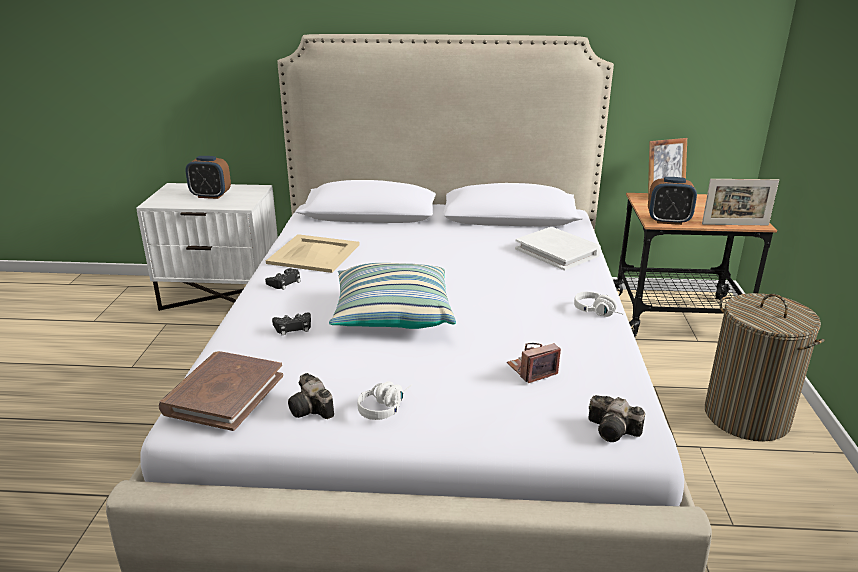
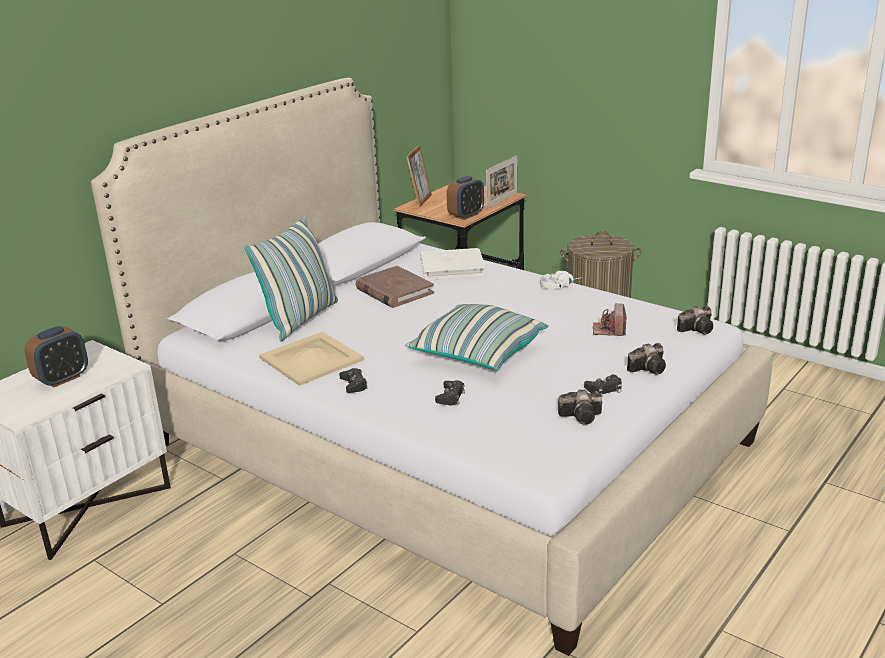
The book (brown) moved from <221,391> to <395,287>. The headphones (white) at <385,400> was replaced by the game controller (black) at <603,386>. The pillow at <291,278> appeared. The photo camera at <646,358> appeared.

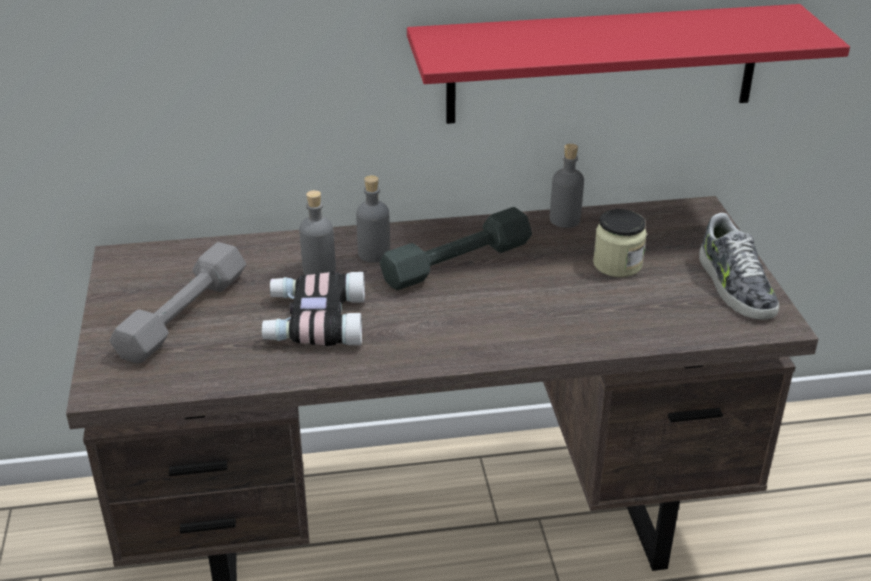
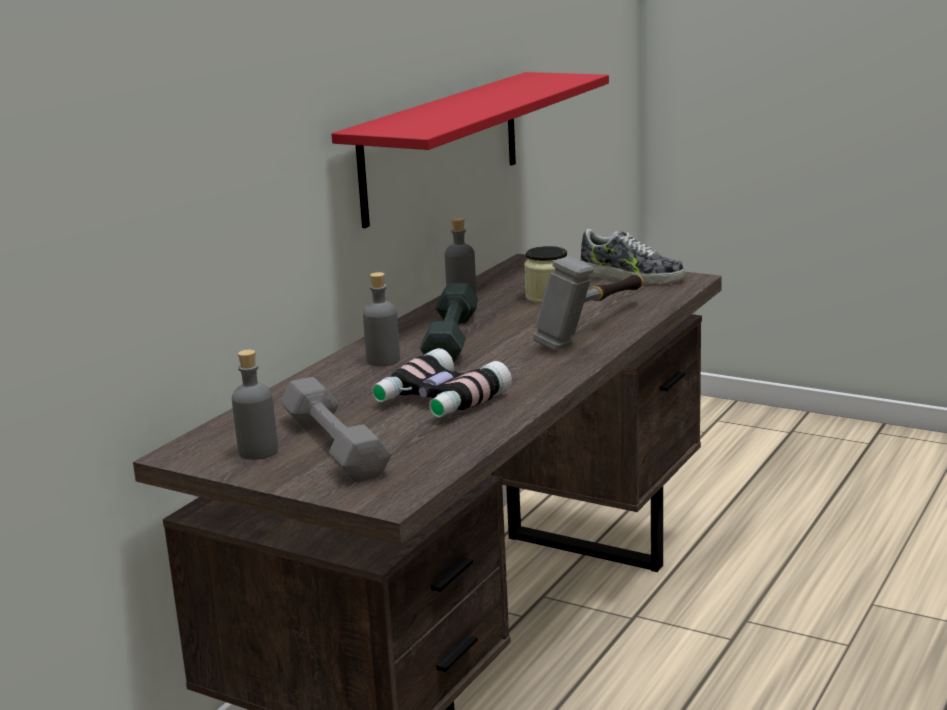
The bottle (grey) moved from <317,232> to <255,405>. The hammer at <588,303> appeared.

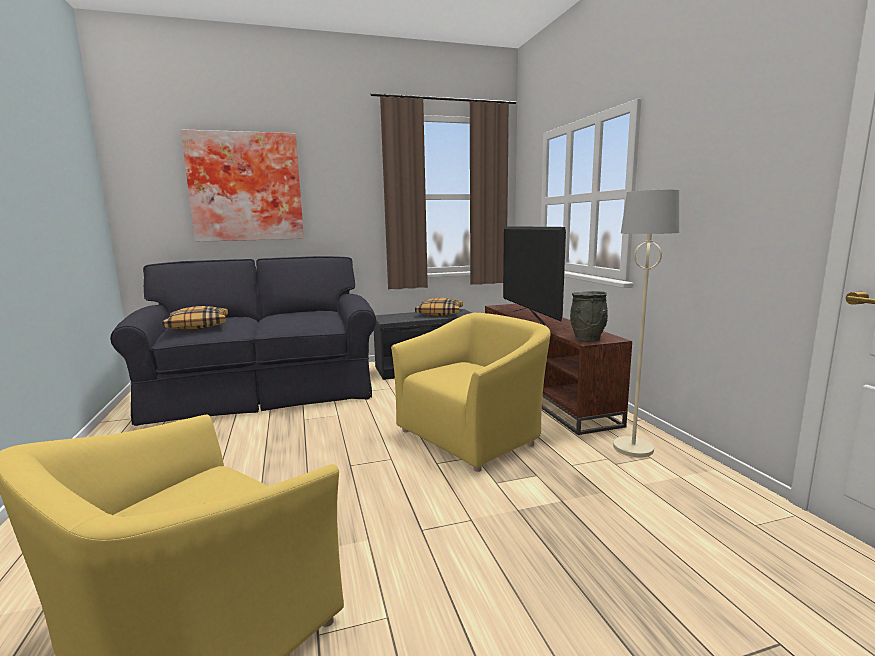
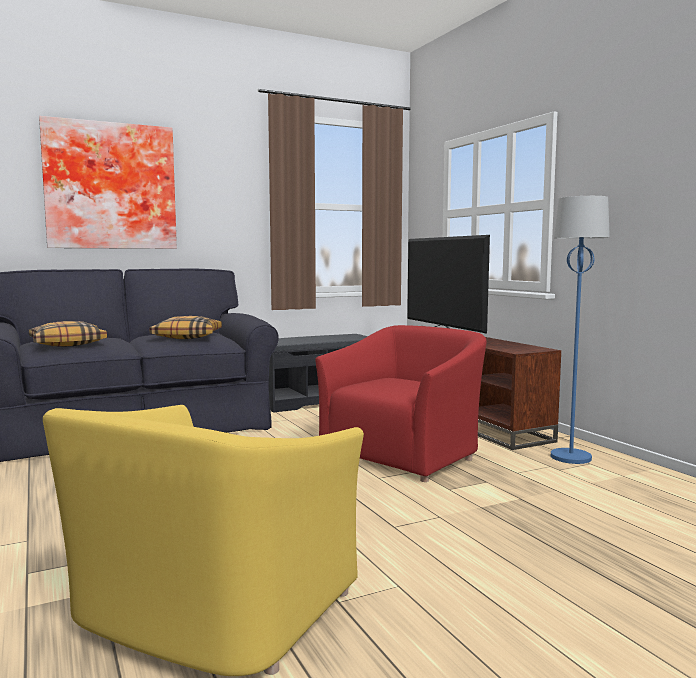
The armchair (yellow) at <471,392> became the armchair (red) at <401,403>. The pillow moved from <439,307> to <185,327>. The vase (grey) at <589,316> disappeared. The floor lamp (beige) at <646,323> became the floor lamp (blue) at <580,330>.

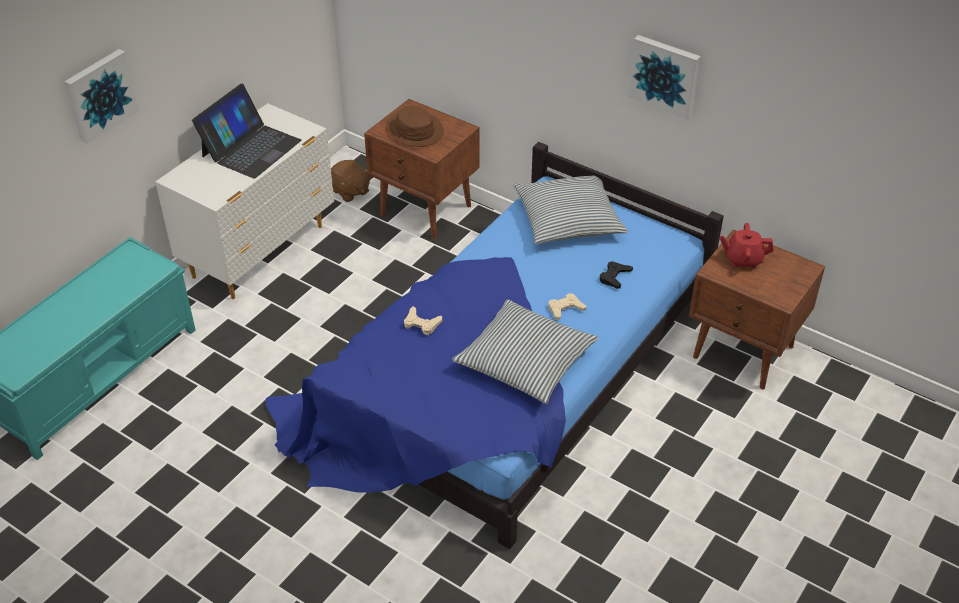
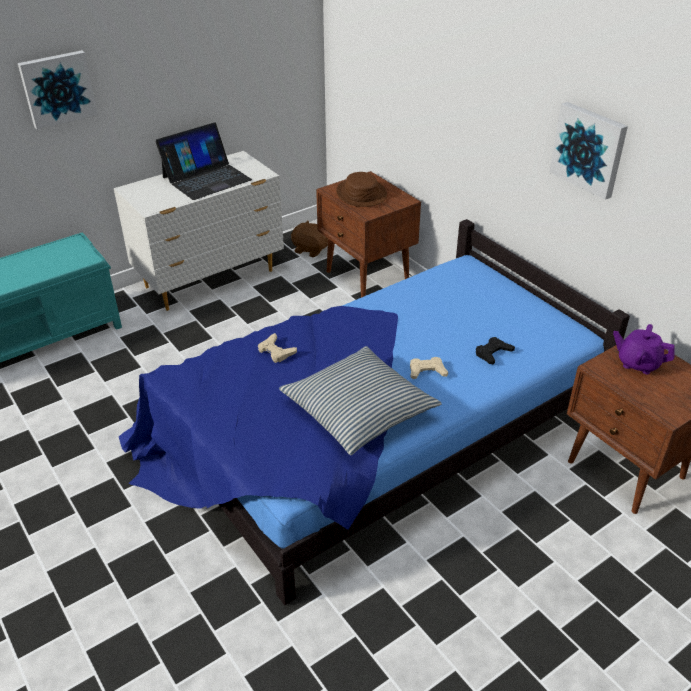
The plush toy (brown) at <350,181> turned 135 degrees clockwise. The pillow at <570,210> disappeared. The teapot (red) at <746,245> became the teapot (purple) at <644,349>.

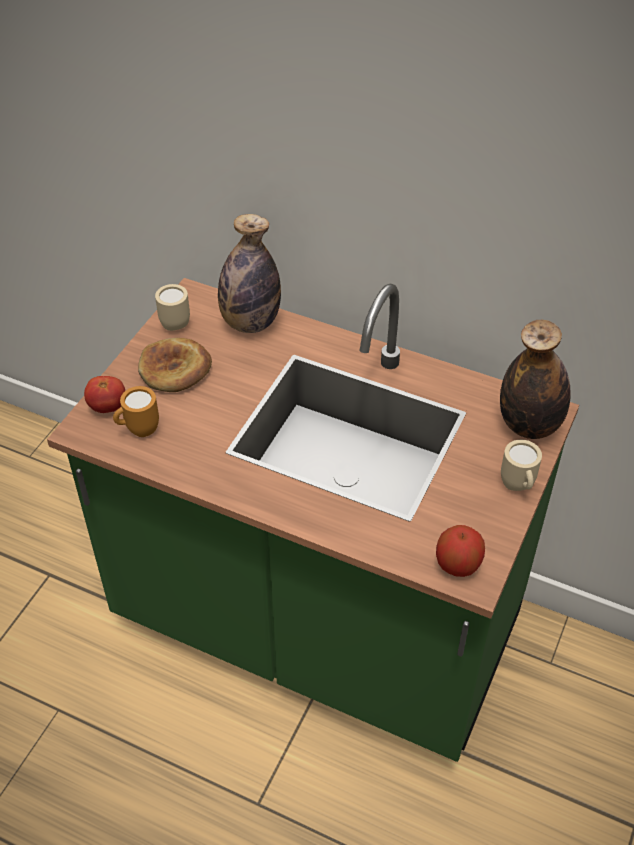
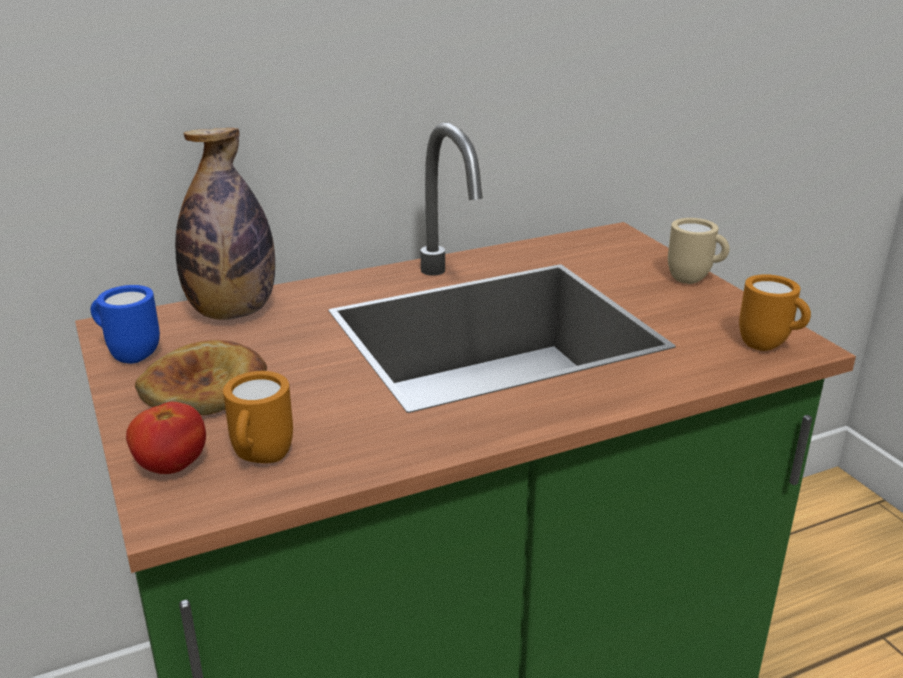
The mug (beige) at <172,307> became the mug (blue) at <125,324>. The apple at <460,551> was replaced by the mug (orange) at <775,312>. The bottle at <535,379> disappeared.

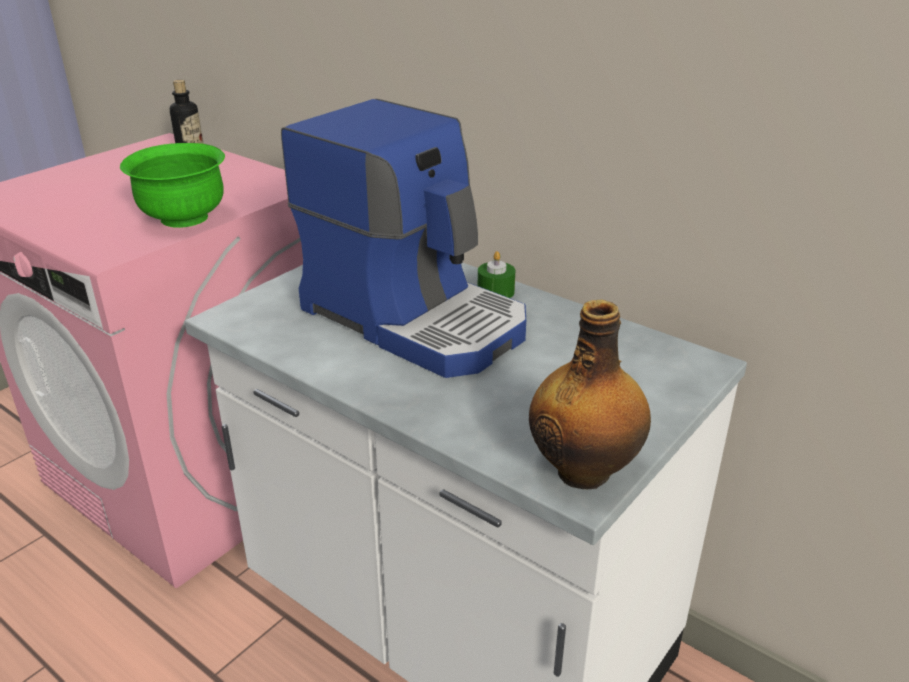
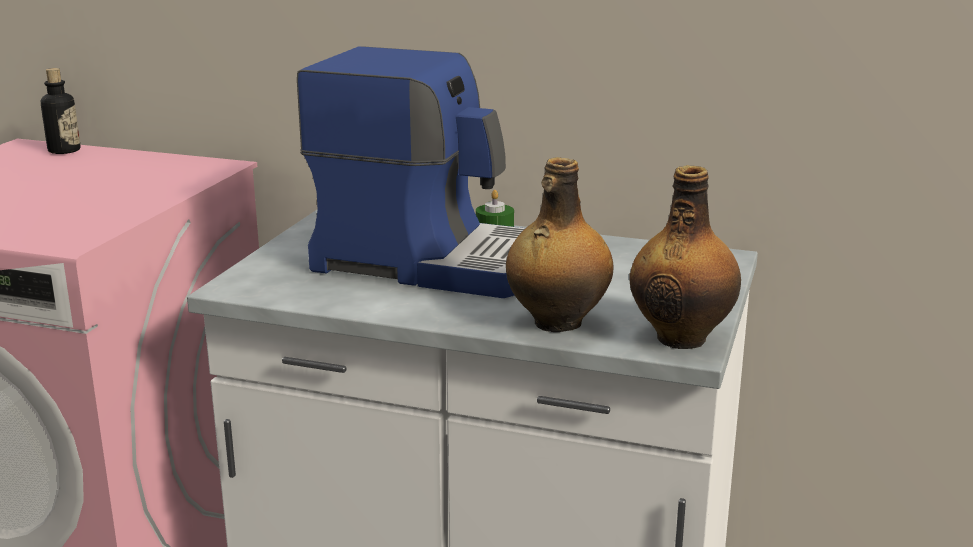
The bowl (green) at <172,185> disappeared. The bottle at <559,244> appeared.

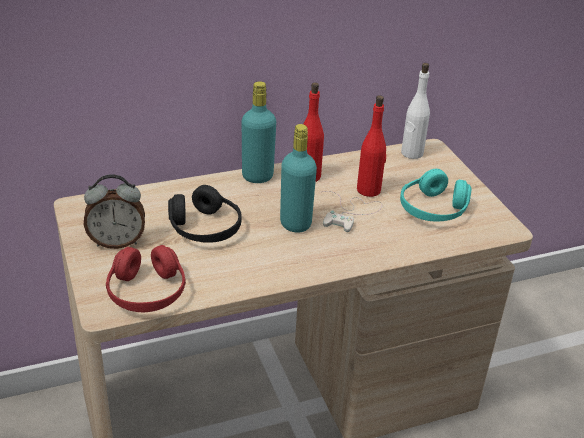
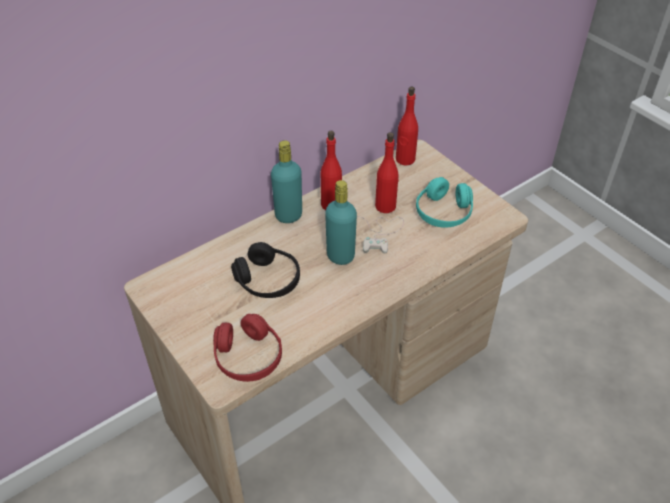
The alarm clock at <114,211> disappeared. The bottle (white) at <415,111> became the bottle (red) at <407,126>.

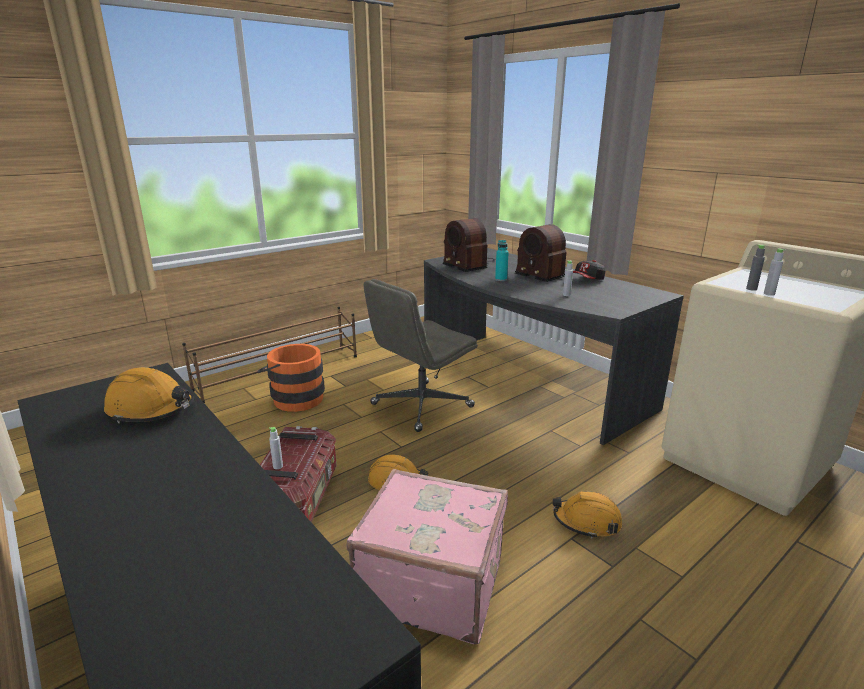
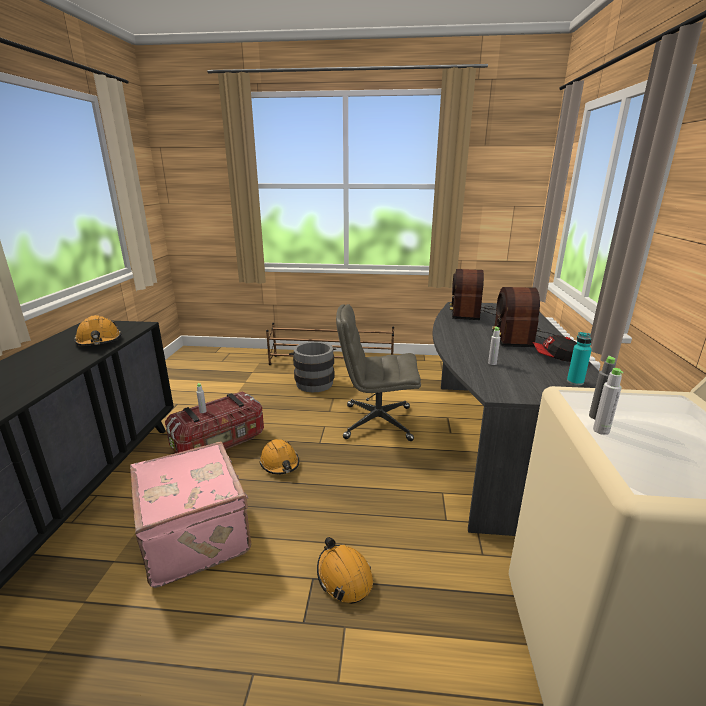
The bucket (orange) at <291,378> became the bucket (grey) at <312,367>. The bottle (turquoise) moved from <502,260> to <579,358>.

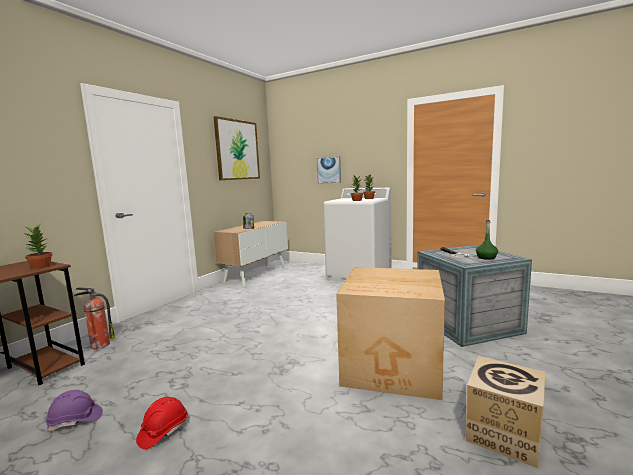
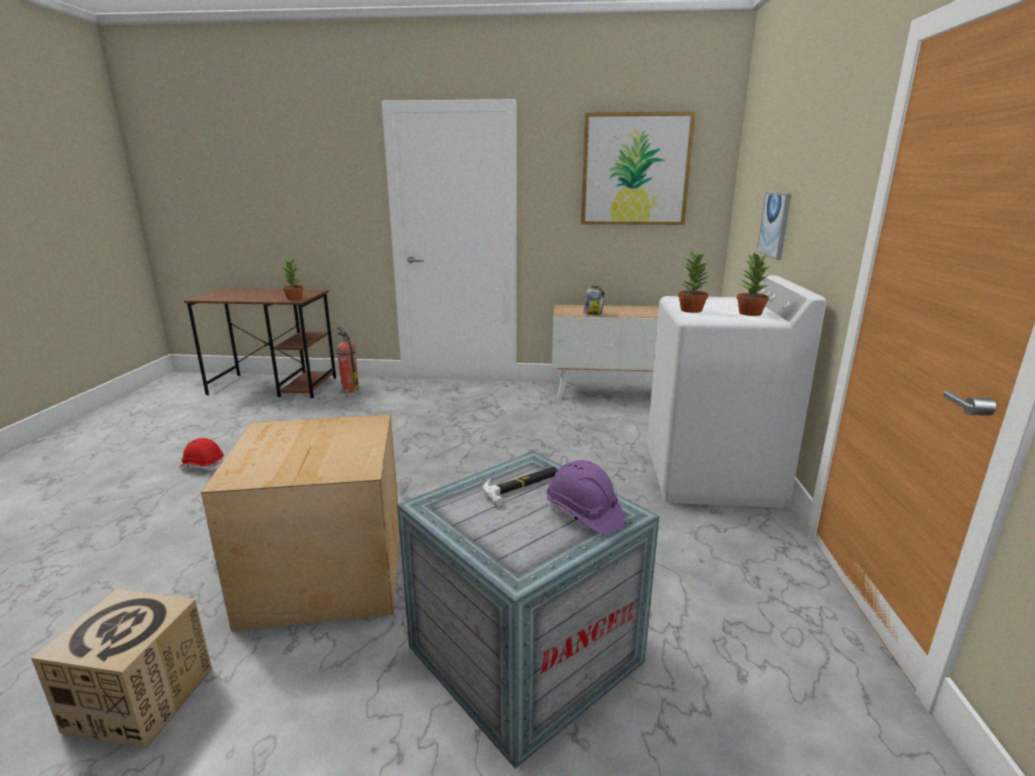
The hard hat (purple) moved from <74,410> to <585,497>. The bottle (green) at <487,240> disappeared.

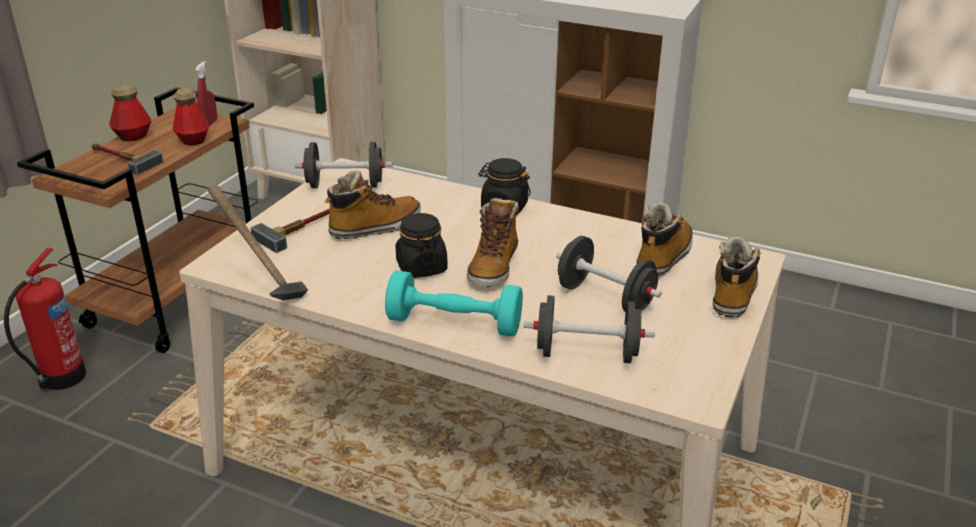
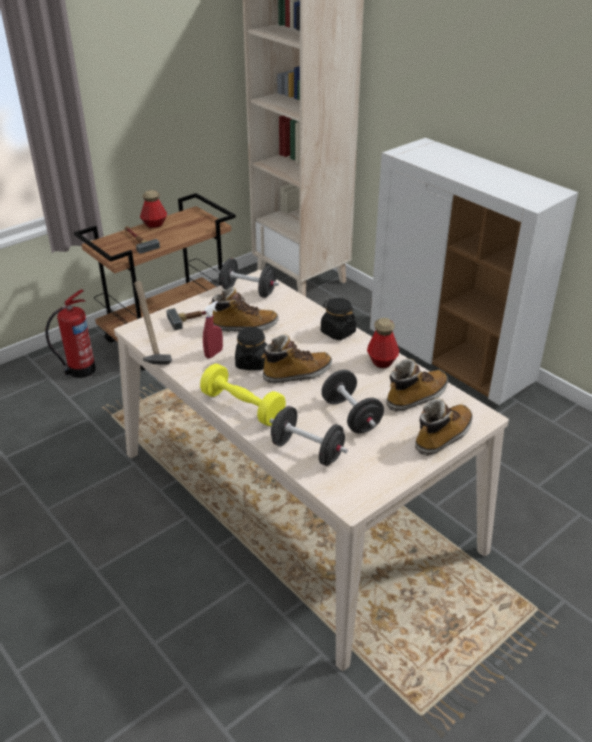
The bottle moved from <191,117> to <383,343>. The spray bottle (red) moved from <206,93> to <213,330>. The dumbbell (turquoise) at <454,303> became the dumbbell (yellow) at <243,395>. The boot at <493,242> turned 150 degrees counterclockwise.

